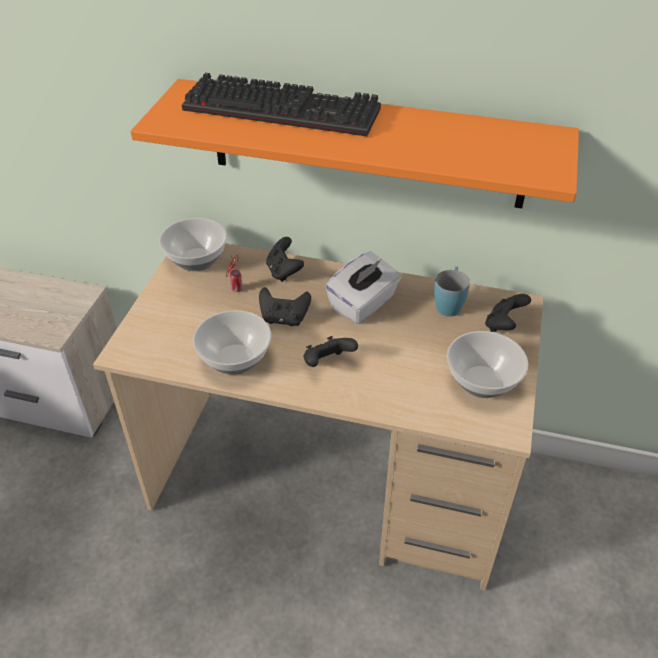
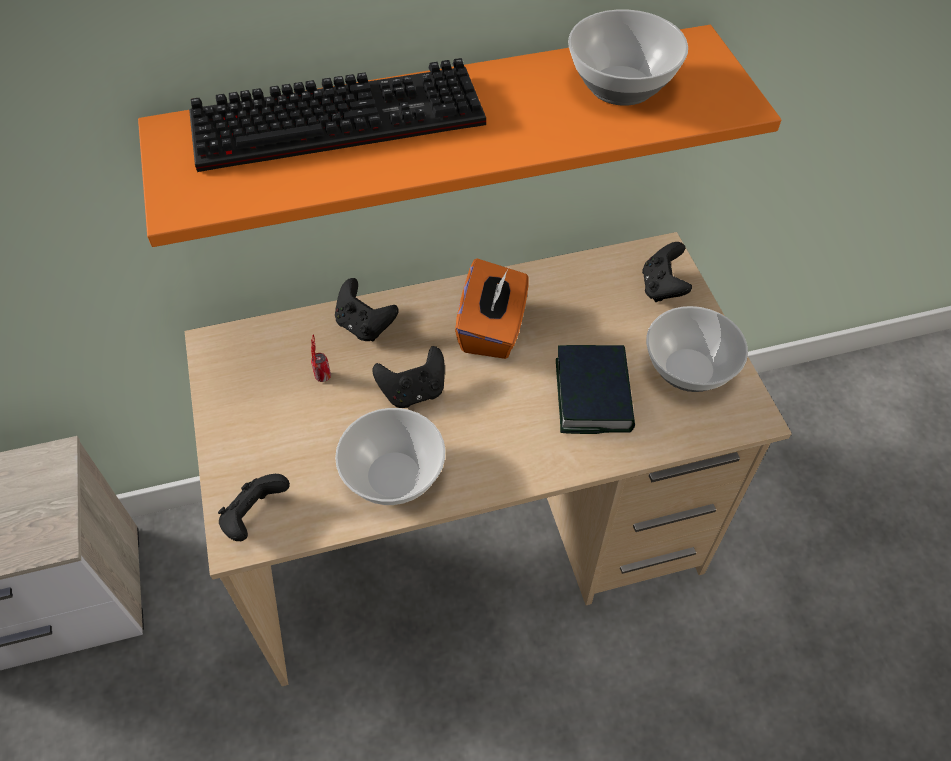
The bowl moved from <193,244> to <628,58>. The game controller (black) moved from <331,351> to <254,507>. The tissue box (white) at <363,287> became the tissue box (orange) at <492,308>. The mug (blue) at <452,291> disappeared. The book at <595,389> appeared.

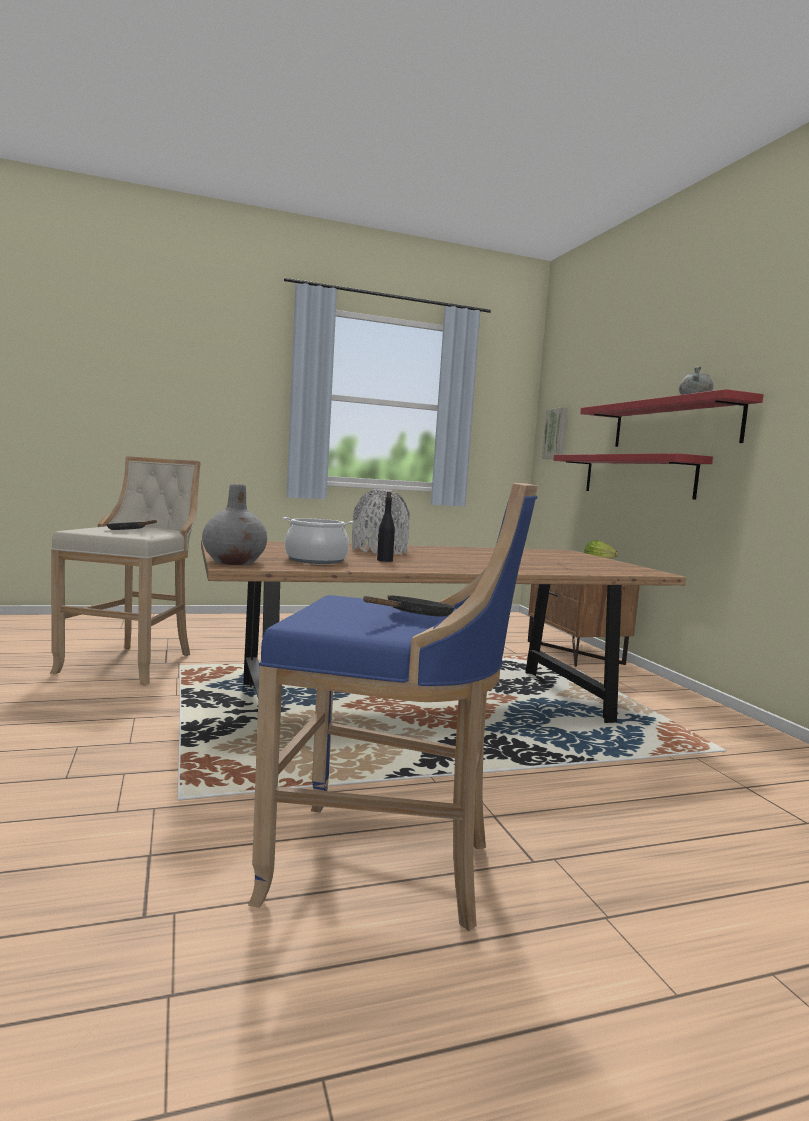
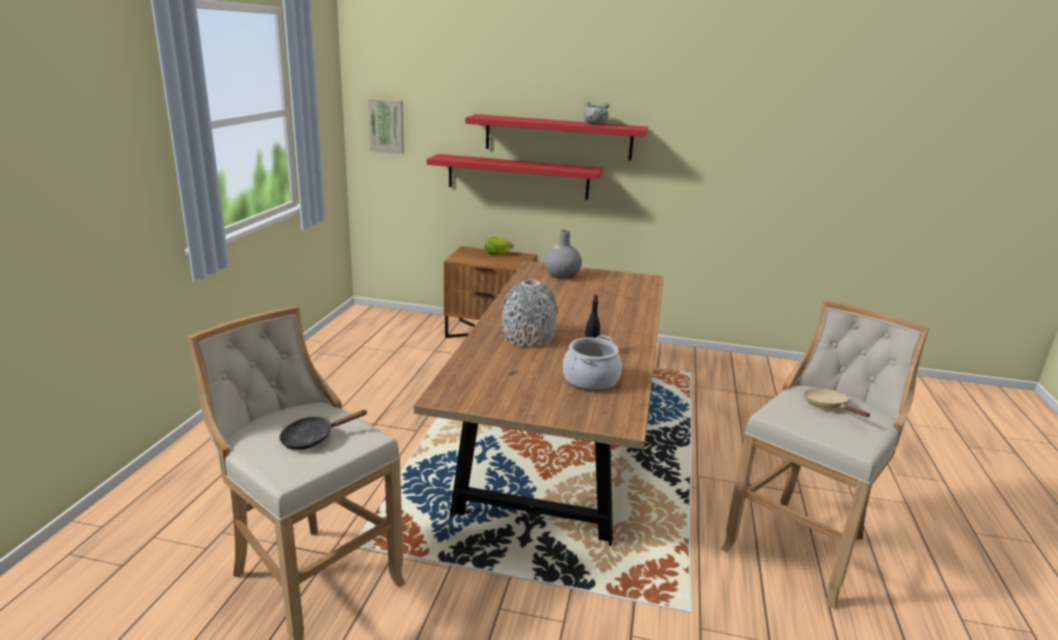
The vase (grey) moved from <234,524> to <563,254>. The stool (blue) at <393,707> became the stool (beige) at <825,455>. The frying pan (black) at <409,606> became the frying pan (beige) at <836,403>.

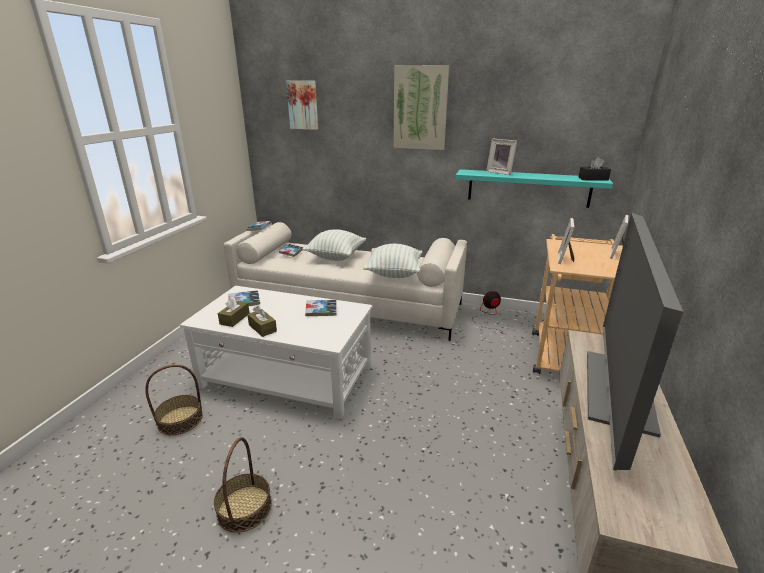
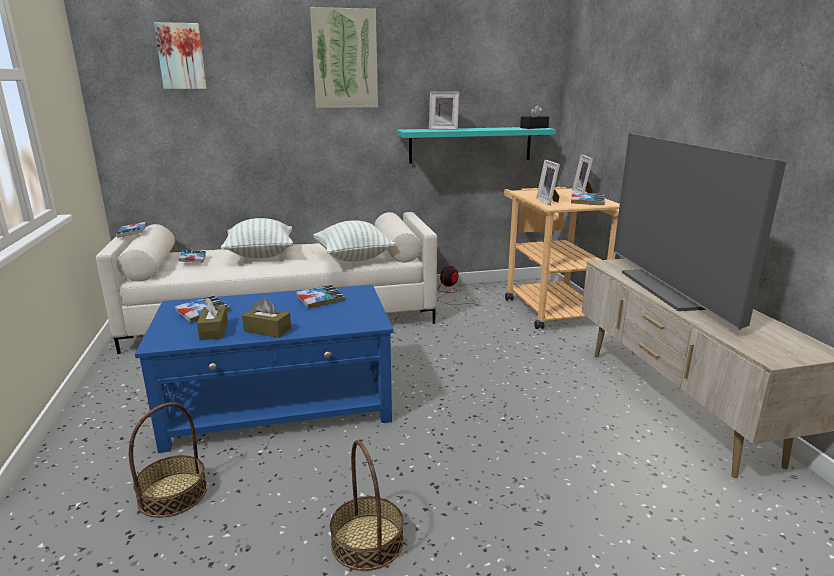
The coffee table (white) at <276,352> became the coffee table (blue) at <264,368>. The book at <588,198> appeared.

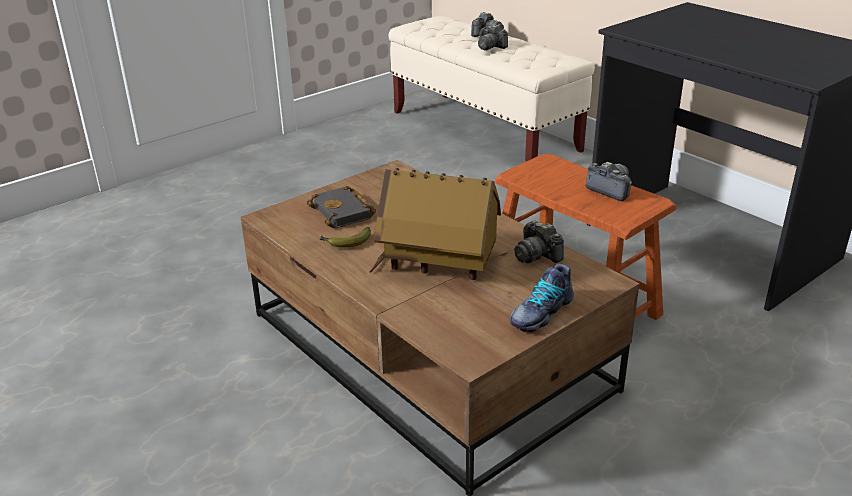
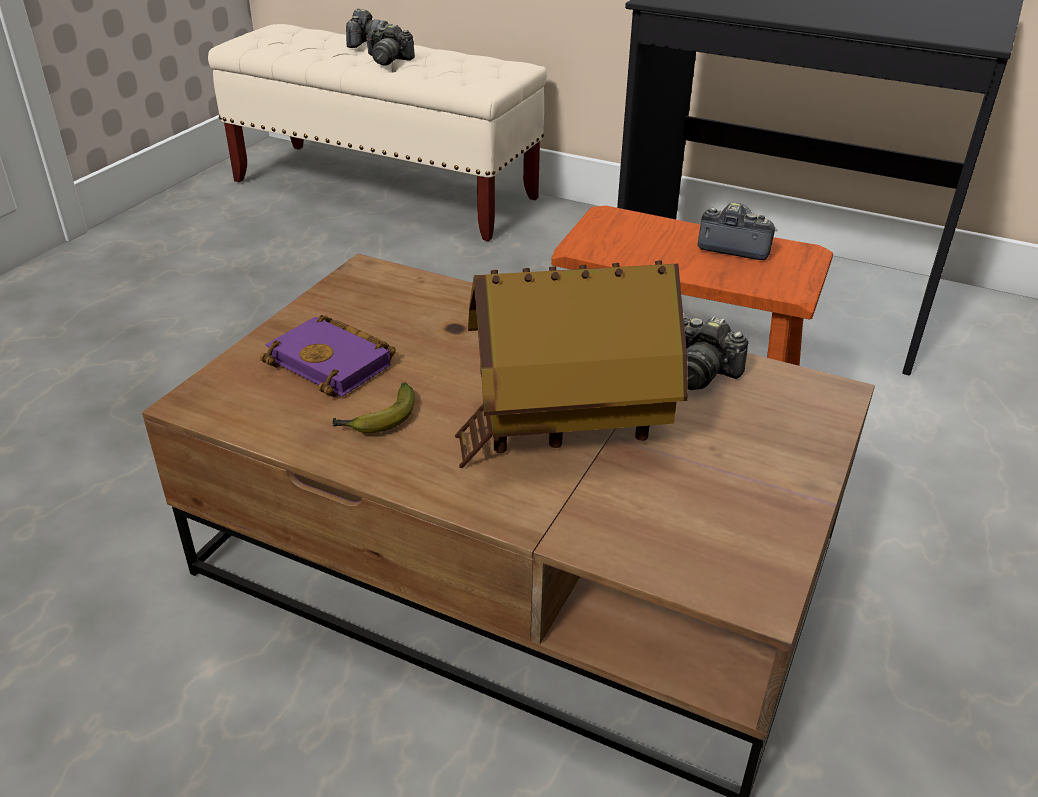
The book (black) at <341,207> became the book (purple) at <328,356>. The shoe at <542,298> disappeared.

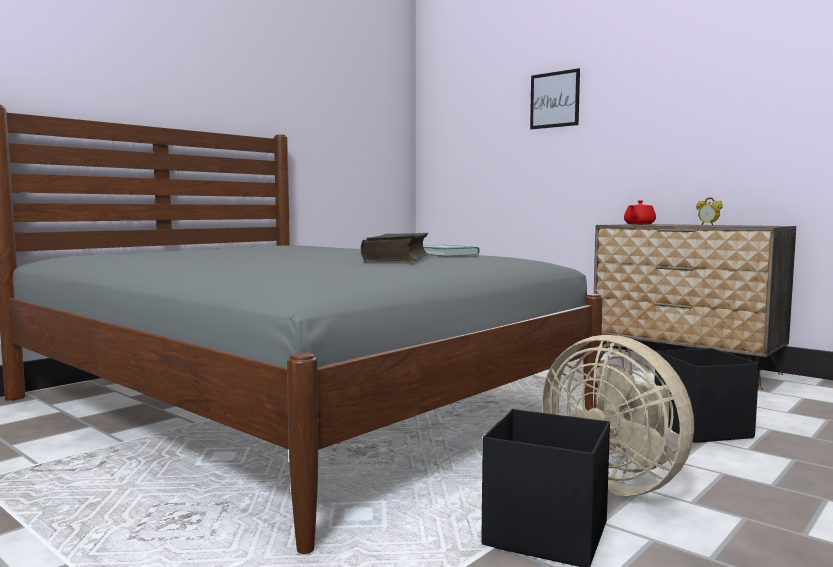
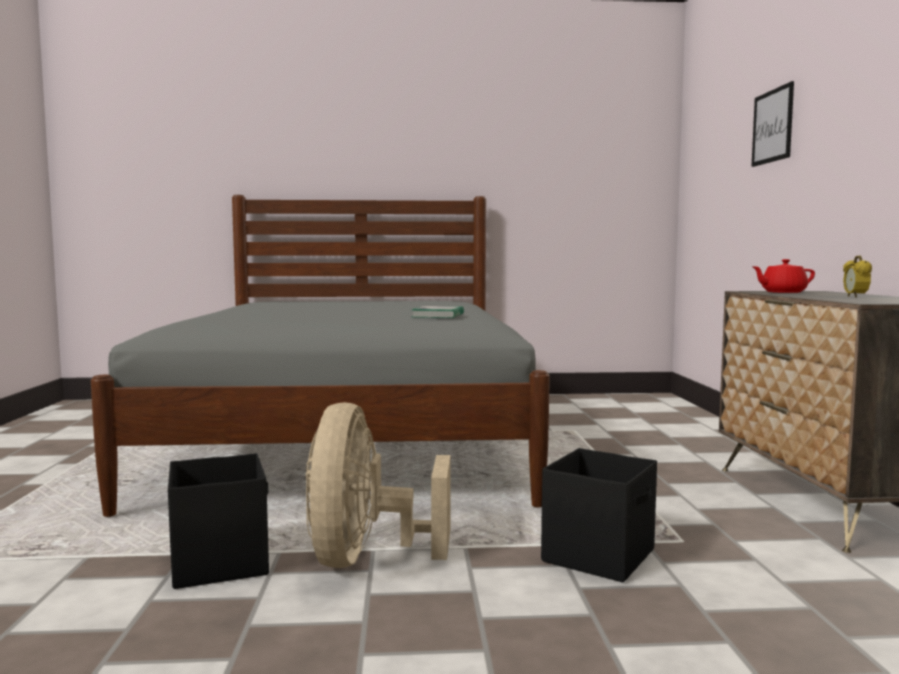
The book at <394,247> disappeared.

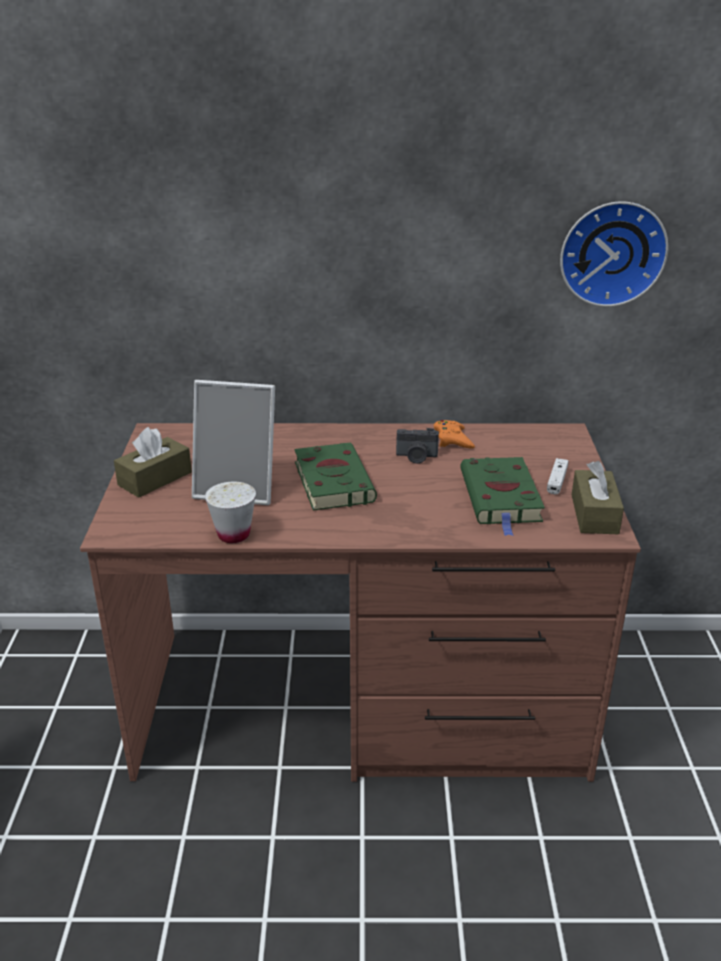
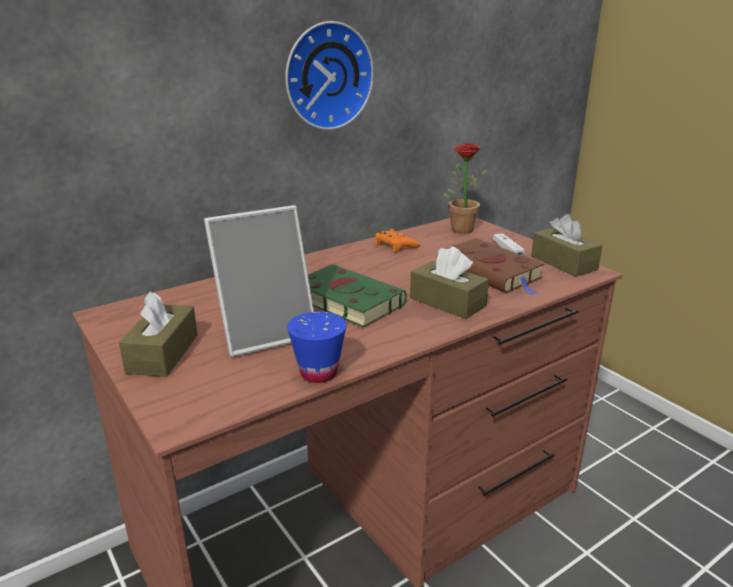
The cup (white) at <230,512> became the cup (blue) at <317,347>. The photo camera at <417,446> disappeared. The book (green) at <502,496> became the book (brown) at <490,266>. The wall clock moved from <614,254> to <329,75>. The tissue box (brown) at <449,282> appeared. The potted plant at <465,188> appeared.

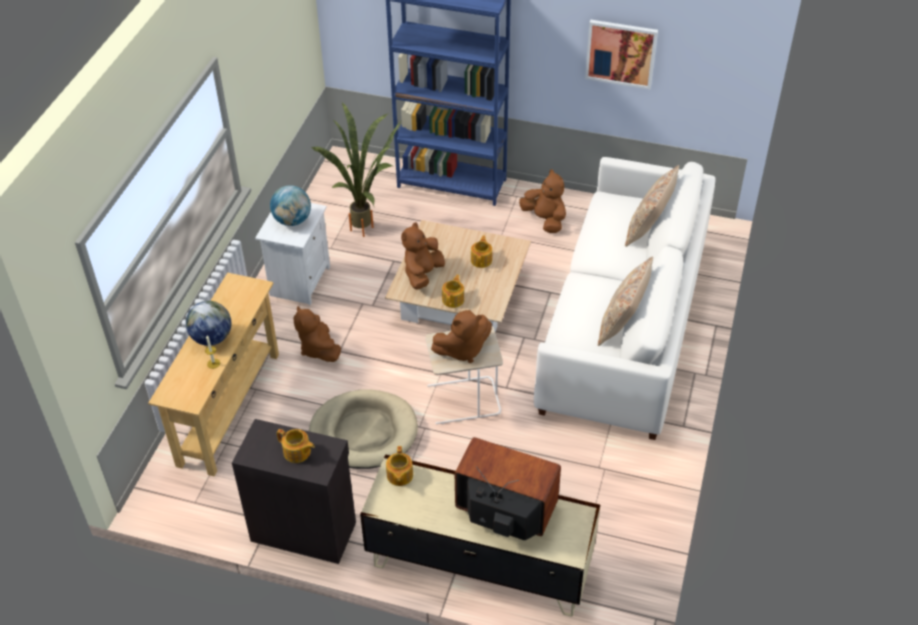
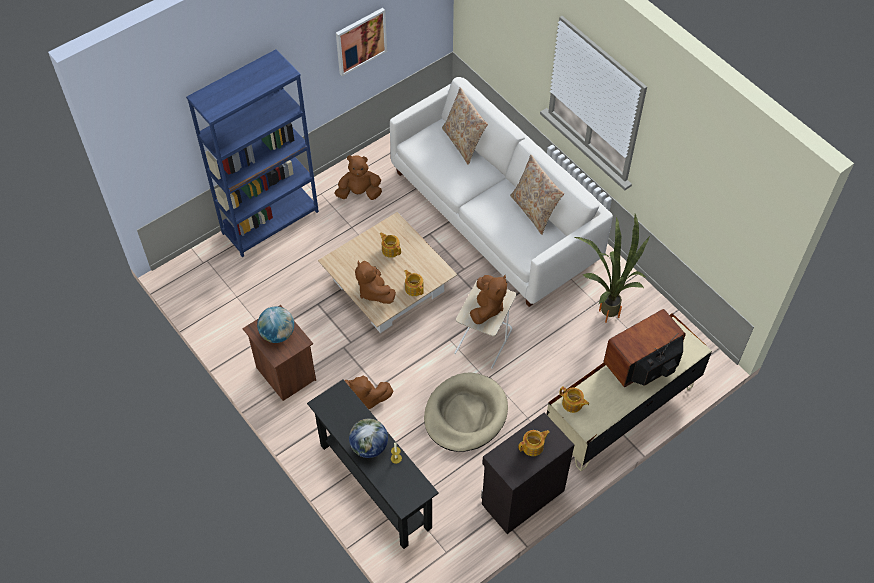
The console table (beige) at <213,374> became the console table (black) at <373,464>. The nightstand (white) at <292,254> became the nightstand (brown) at <279,353>. The potted plant moved from <356,169> to <611,268>.

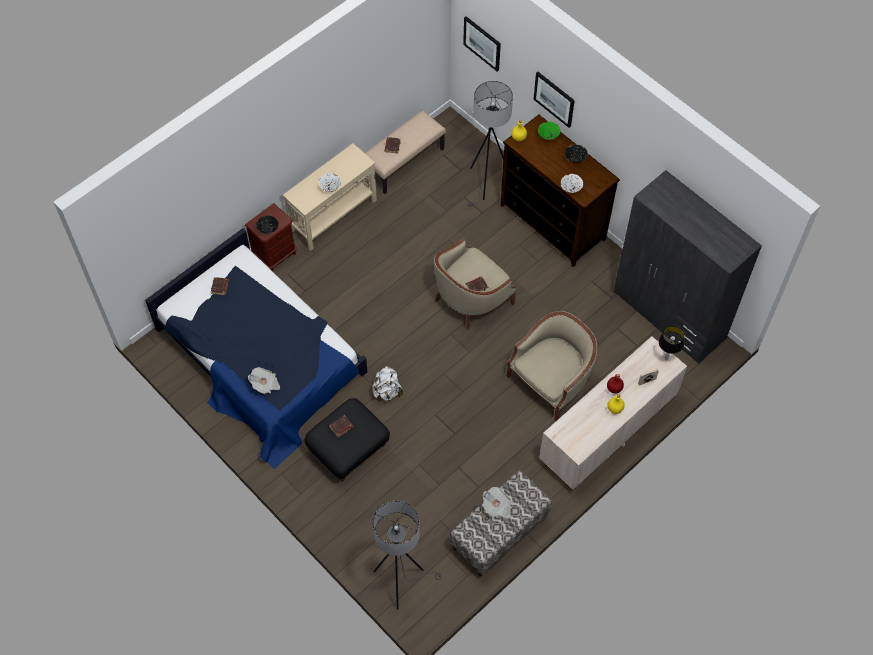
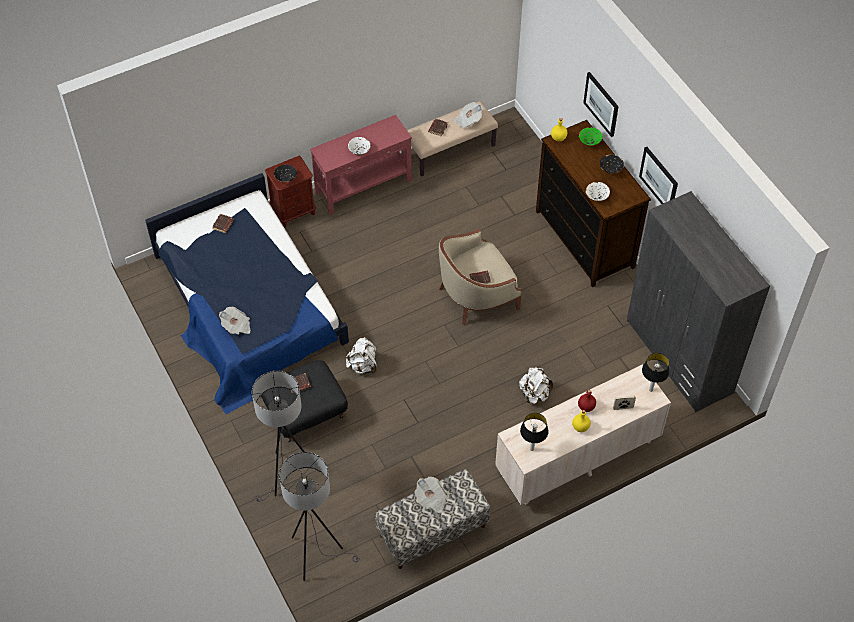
The console table (beige) at <330,197> became the console table (red) at <361,165>. The picture moved from <482,43> to <658,175>. The floor lamp (grey) moved from <490,144> to <285,436>. The armchair (beige) at <552,366> was replaced by the backpack (white) at <536,385>. The newspaper at <468,115> appeared. The table lamp at <534,432> appeared.

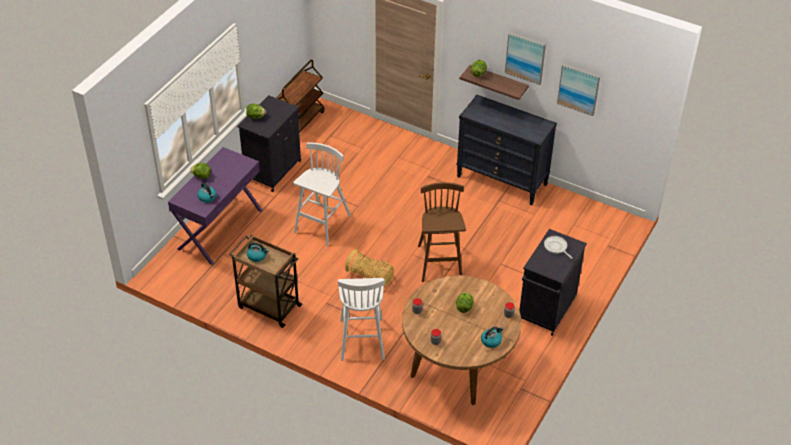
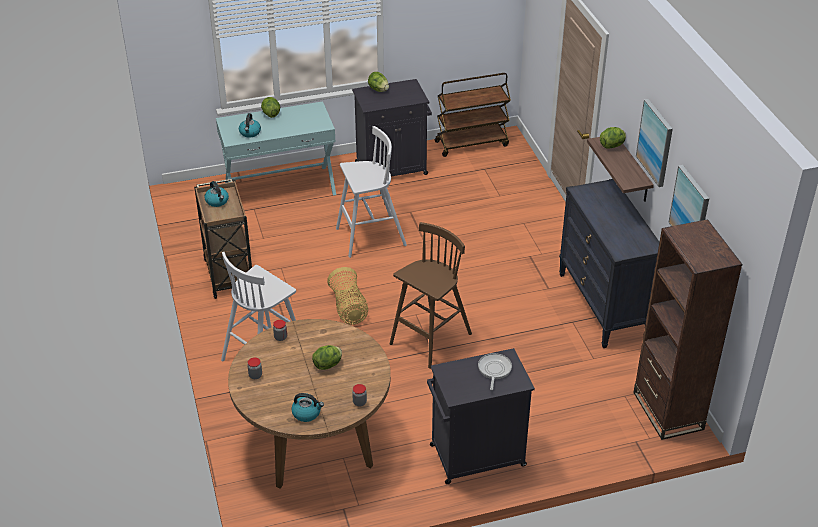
The console table (purple) at <215,206> became the console table (turquoise) at <276,148>. The bookcase (brown) at <688,329> appeared.

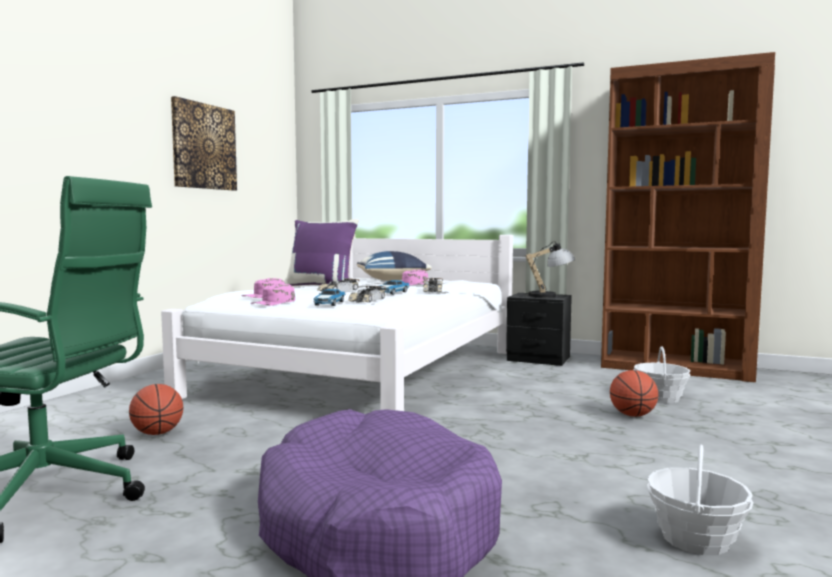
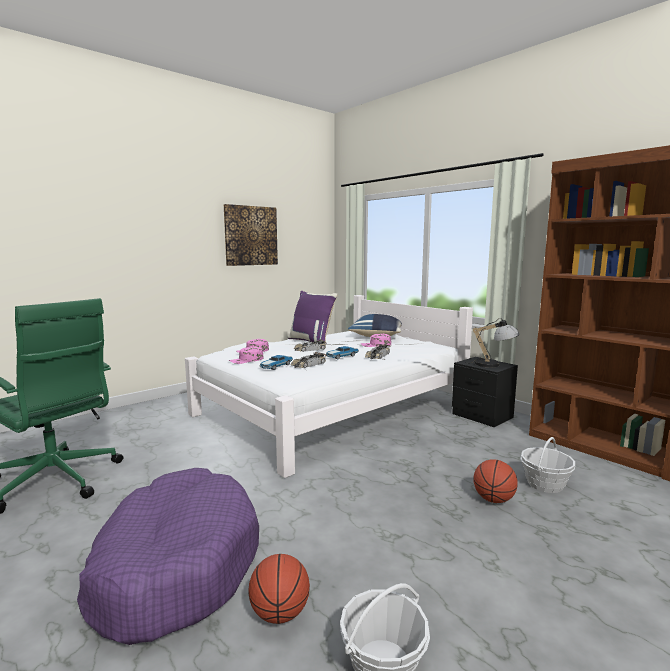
The basketball moved from <156,409> to <279,589>.

